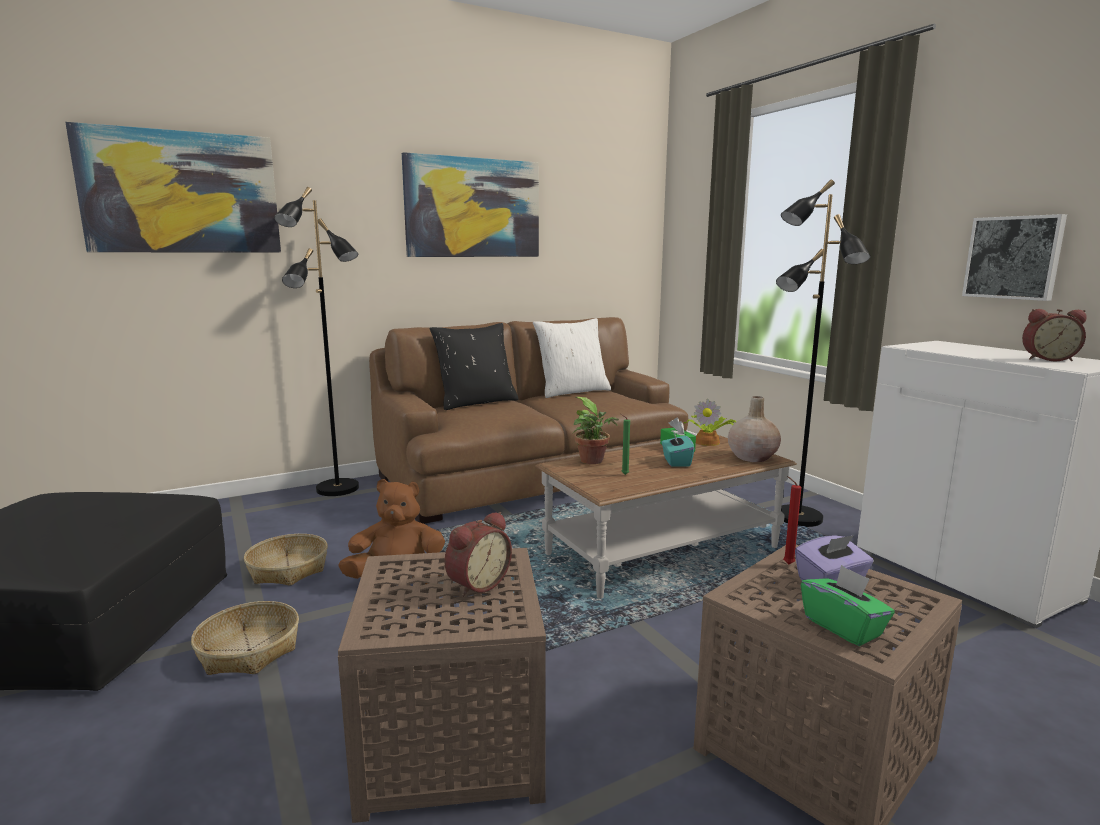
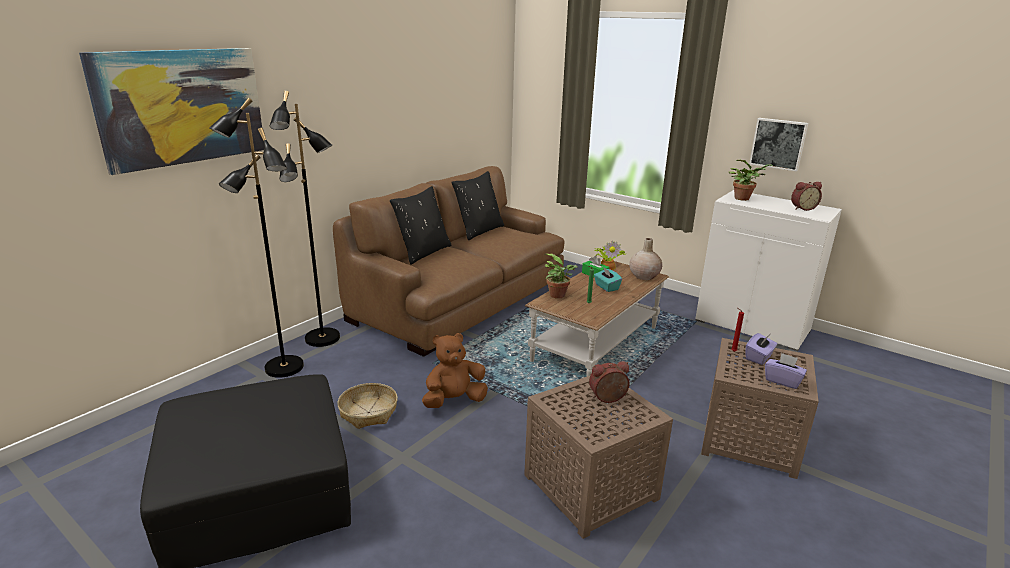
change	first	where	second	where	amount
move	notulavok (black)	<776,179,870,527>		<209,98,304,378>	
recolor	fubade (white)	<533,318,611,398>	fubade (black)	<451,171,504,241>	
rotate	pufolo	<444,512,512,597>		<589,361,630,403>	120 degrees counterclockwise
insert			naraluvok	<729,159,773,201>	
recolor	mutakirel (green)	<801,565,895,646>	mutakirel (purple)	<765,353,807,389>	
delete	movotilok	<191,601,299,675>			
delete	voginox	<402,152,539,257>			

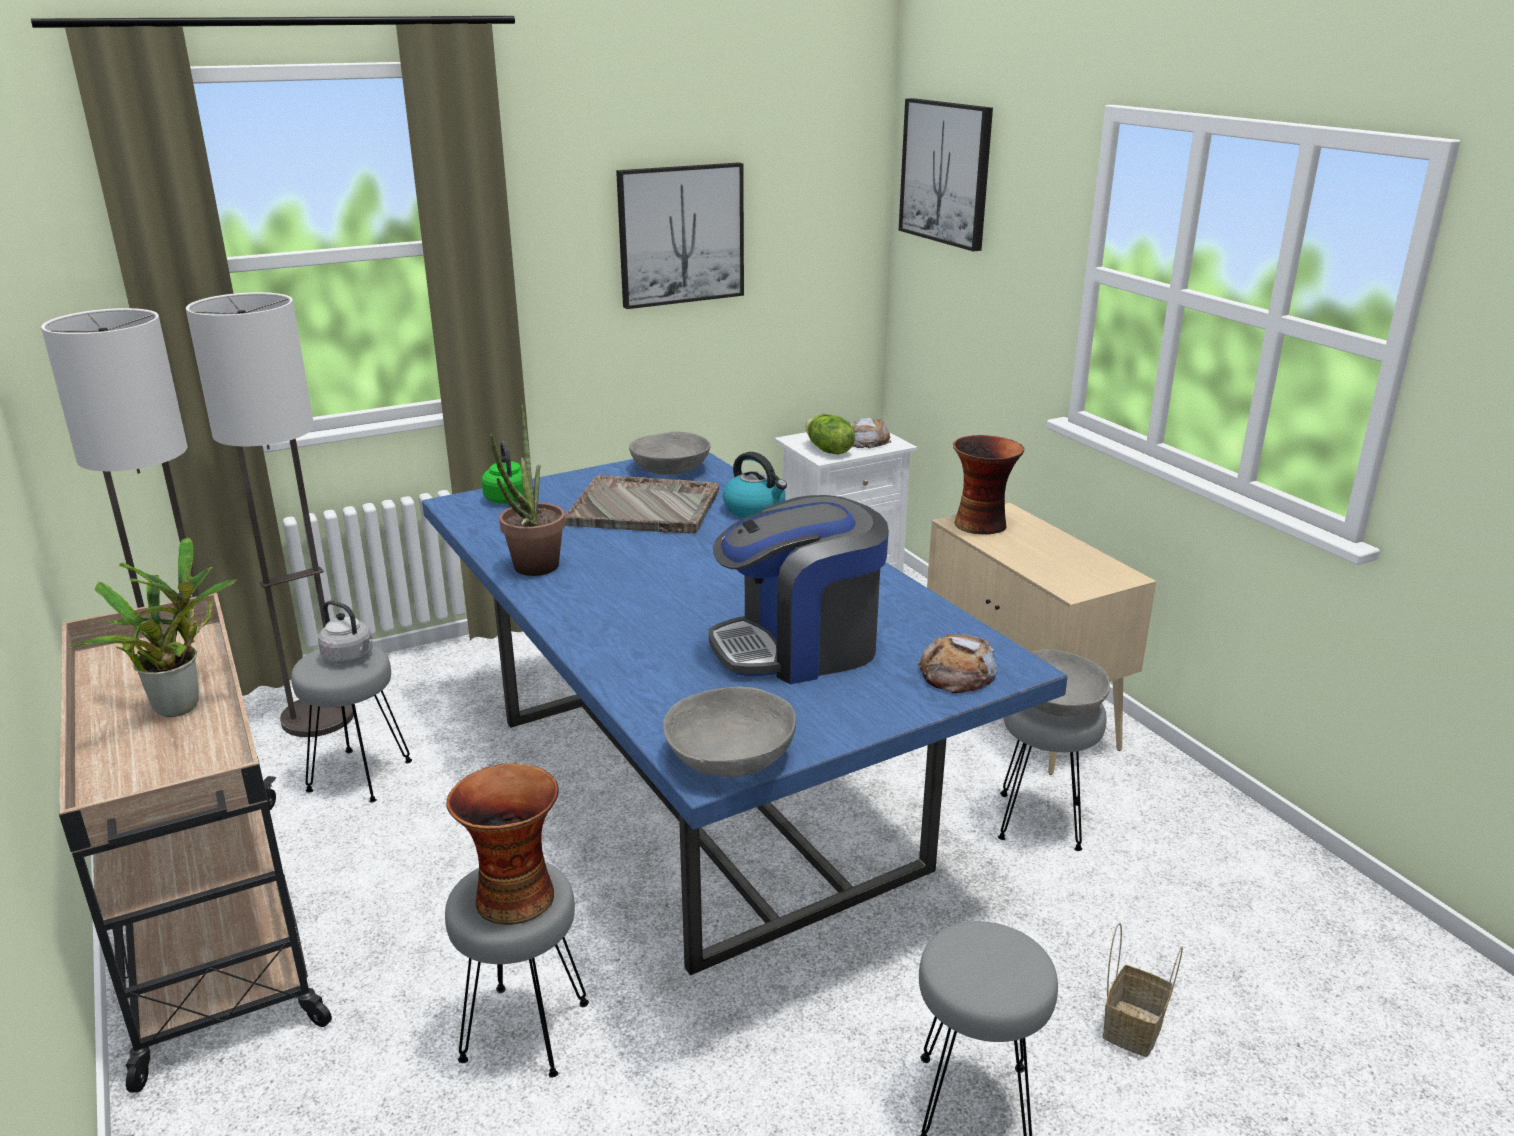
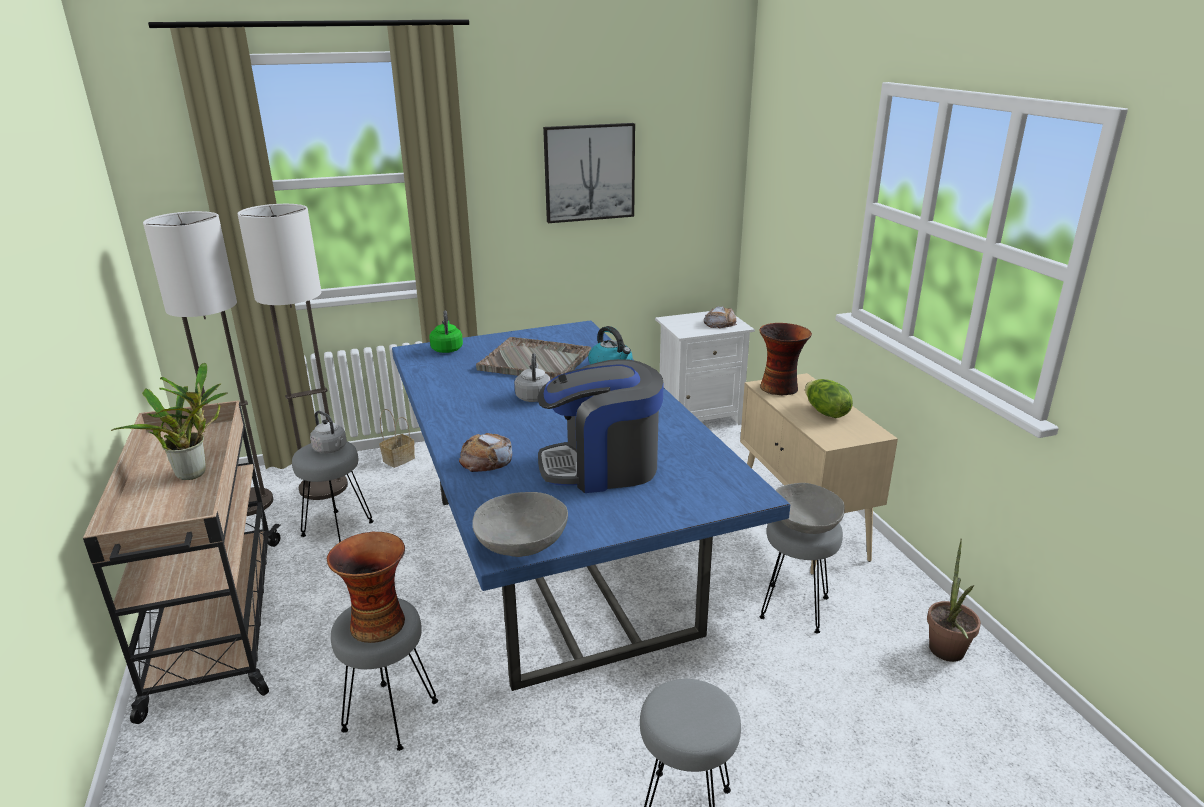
change	first	where	second	where	amount
move	movotilok	<1103,923,1183,1057>		<379,409,415,468>	
move	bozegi	<917,634,998,694>		<459,433,512,472>	
insert			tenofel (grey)	<515,353,551,402>	
move	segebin	<805,414,855,454>		<805,379,853,418>	
move	naraluvok	<490,404,566,576>		<927,539,981,662>	
delete	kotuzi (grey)	<629,432,711,475>			
delete	voginox	<899,98,993,252>			

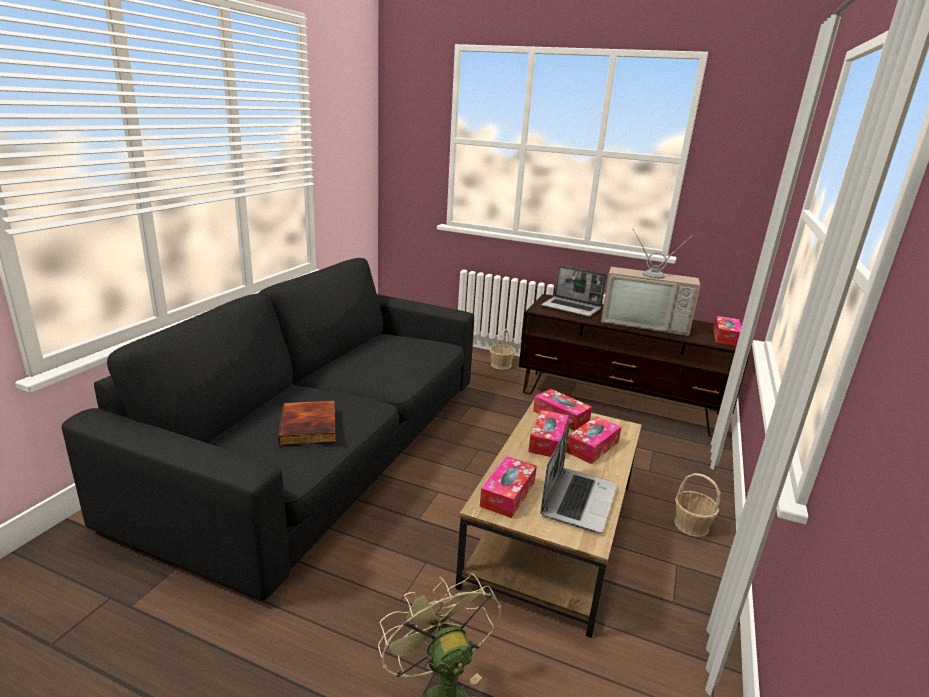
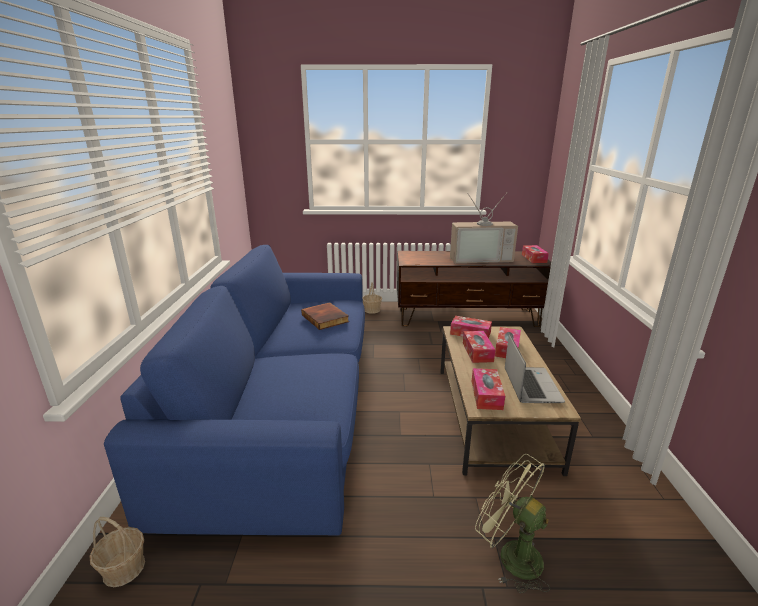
change	first	where	second	where	amount
move	movotilok	<674,473,721,537>		<90,517,145,587>	
recolor	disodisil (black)	<62,258,474,601>	disodisil (blue)	<104,245,365,536>	
move	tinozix	<278,401,335,446>		<301,302,349,330>	
delete	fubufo	<541,265,607,317>			

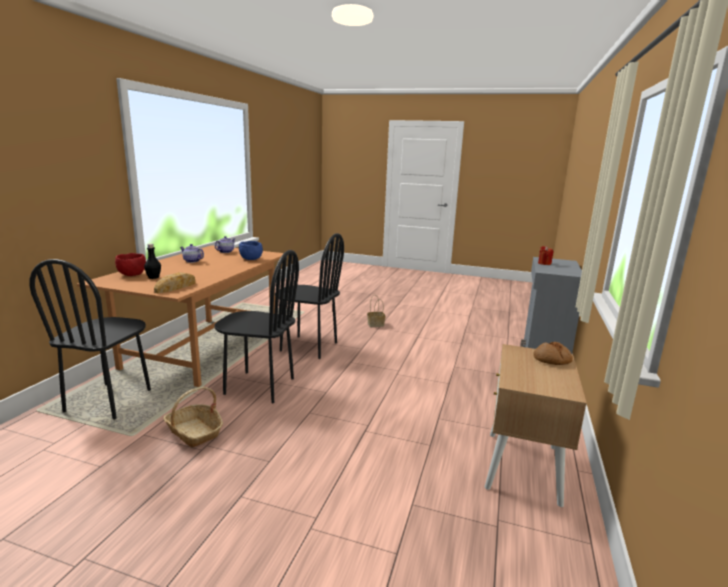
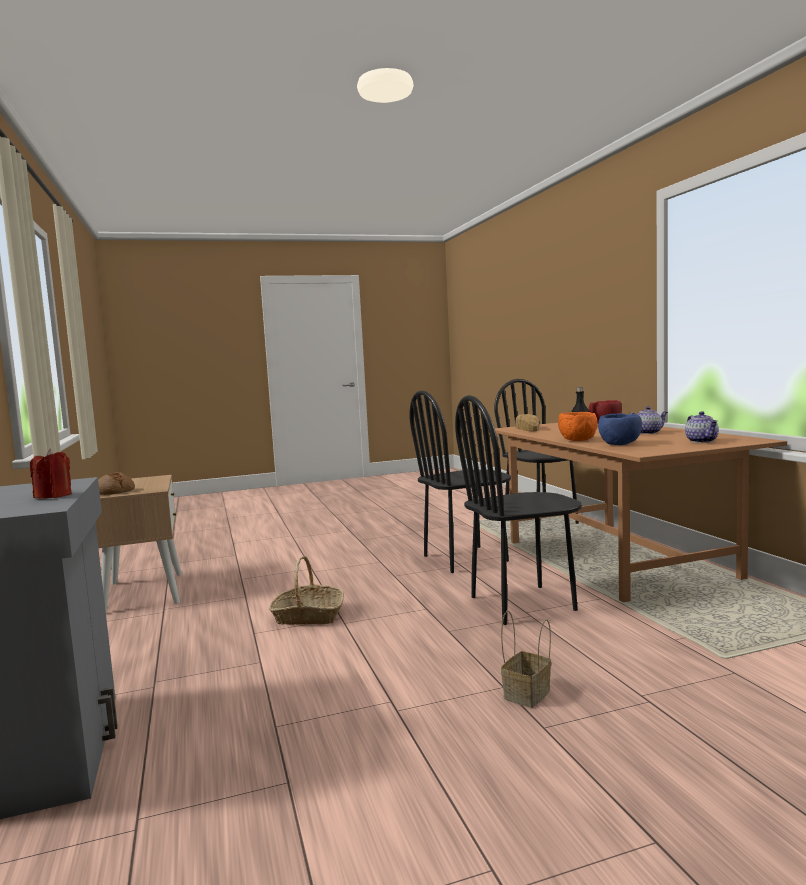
change	first	where	second	where	amount
move	movotilok	<164,387,223,447>		<269,556,344,625>	
insert			kotuzi (orange)	<558,412,598,441>	

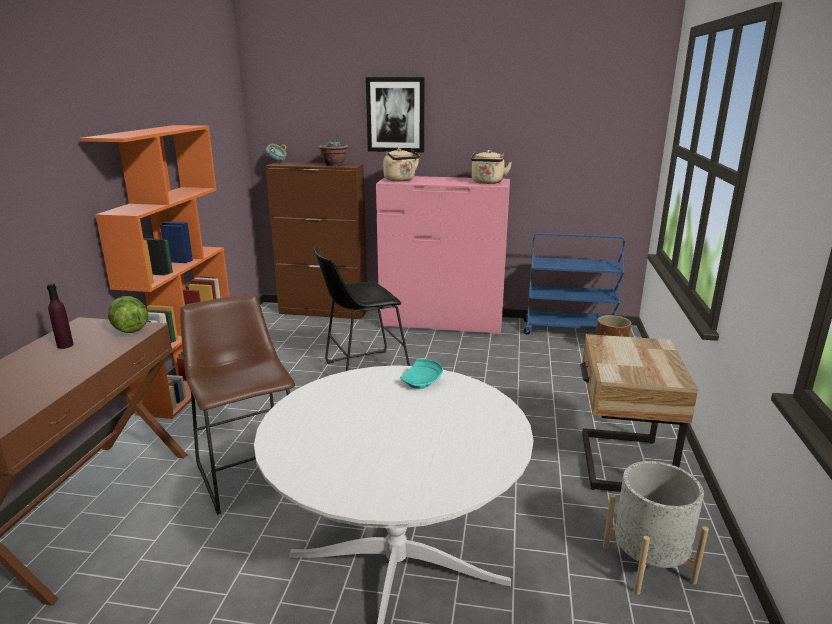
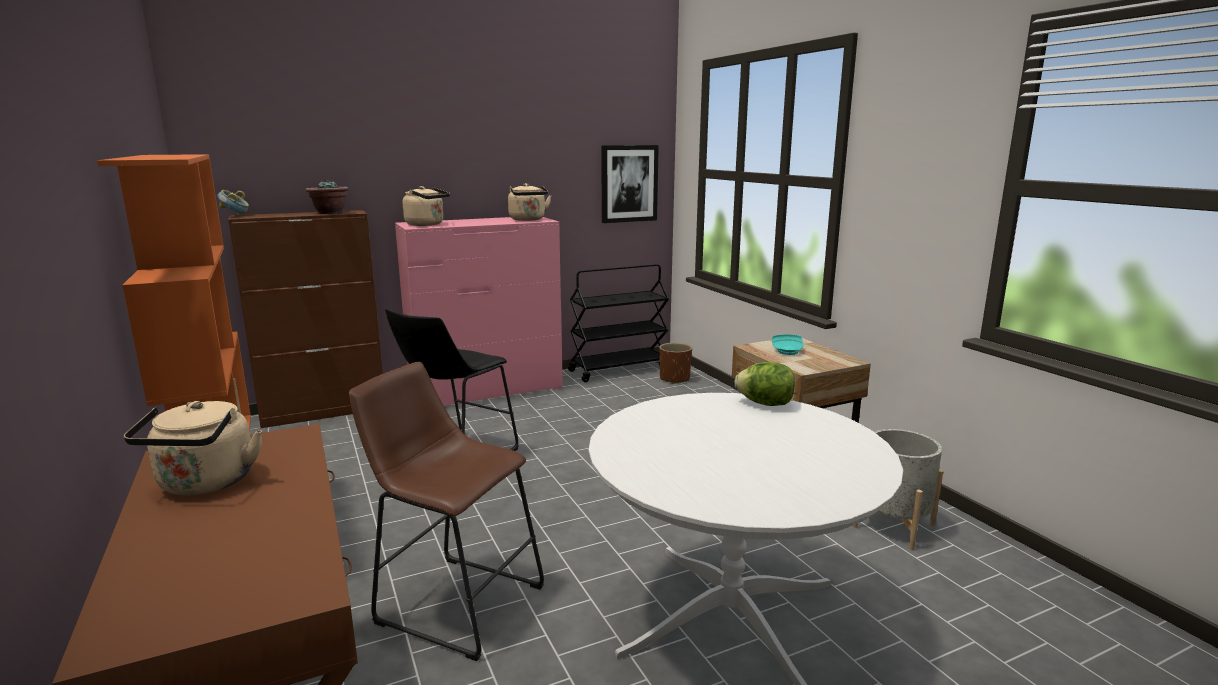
change	first	where	second	where	amount
replace	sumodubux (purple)	<47,283,74,349>	tenofel (beige)	<124,401,263,496>	
recolor	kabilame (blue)	<524,233,625,334>	kabilame (black)	<568,264,669,382>	
move	voginox	<366,77,424,153>		<602,145,659,223>	
move	segebin	<108,296,148,333>		<734,362,795,406>	
move	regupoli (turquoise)	<400,359,443,389>		<772,334,803,355>	

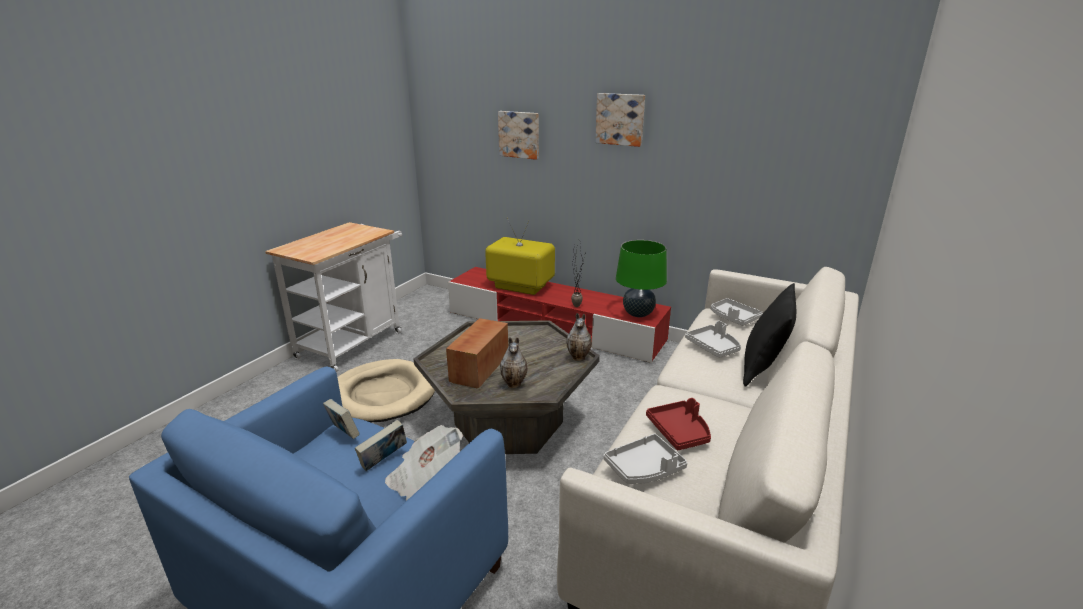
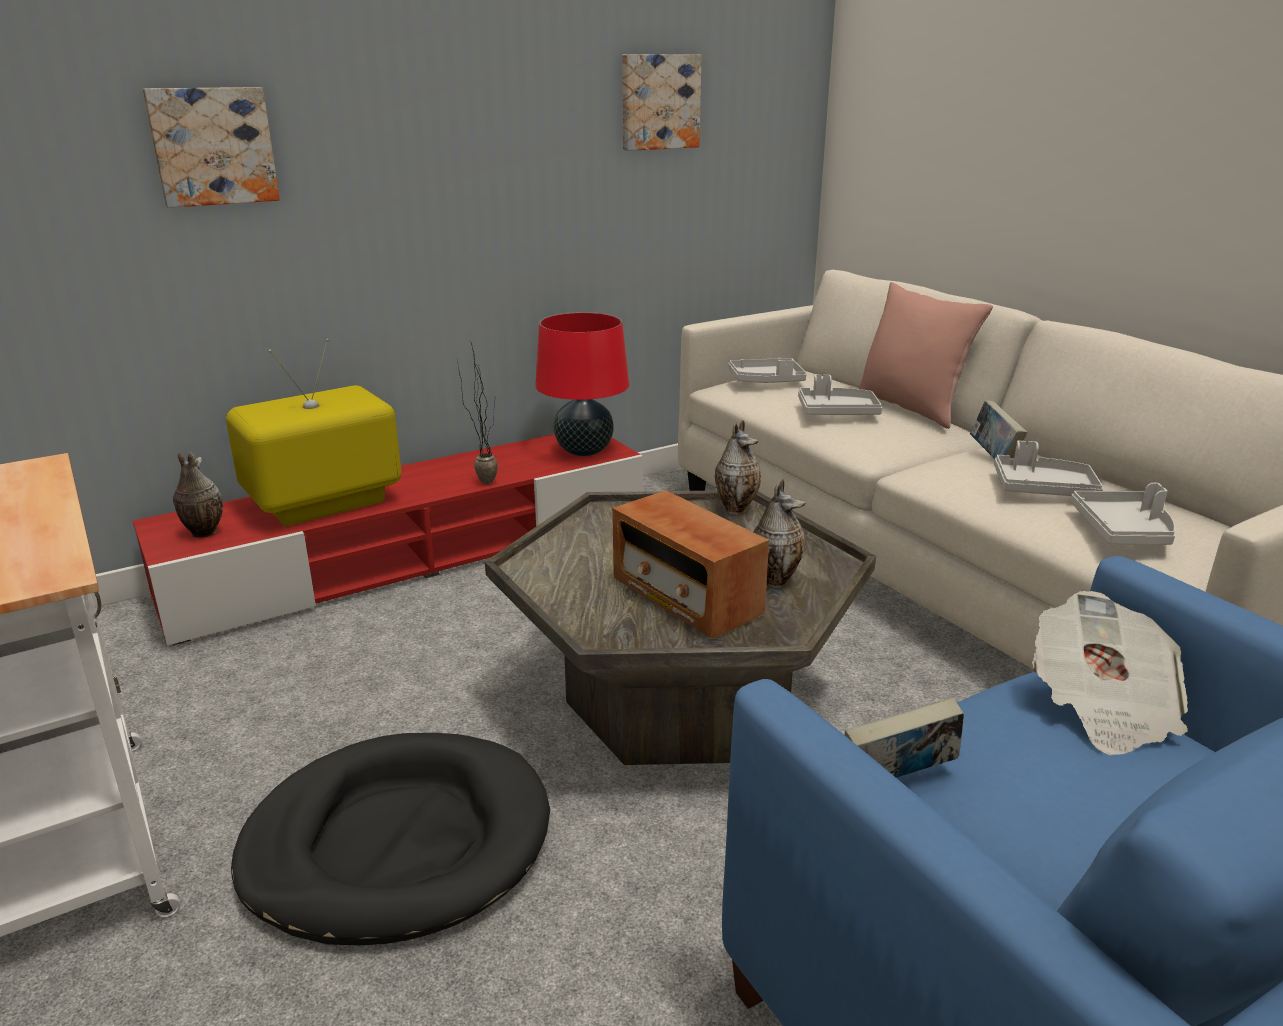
change	first	where	second	where	amount
insert			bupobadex	<173,452,223,538>	
recolor	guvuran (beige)	<337,359,435,422>	guvuran (black)	<231,733,550,945>	
recolor	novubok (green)	<616,240,667,317>	novubok (red)	<535,312,629,456>	
move	voginox	<595,93,645,147>		<622,54,702,151>	
recolor	fubade (black)	<743,283,796,386>	fubade (pink)	<859,282,993,429>	
move	tinozix	<355,420,407,471>		<970,400,1027,459>	
recolor	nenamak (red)	<646,398,711,450>	nenamak (grey)	<994,441,1103,496>	

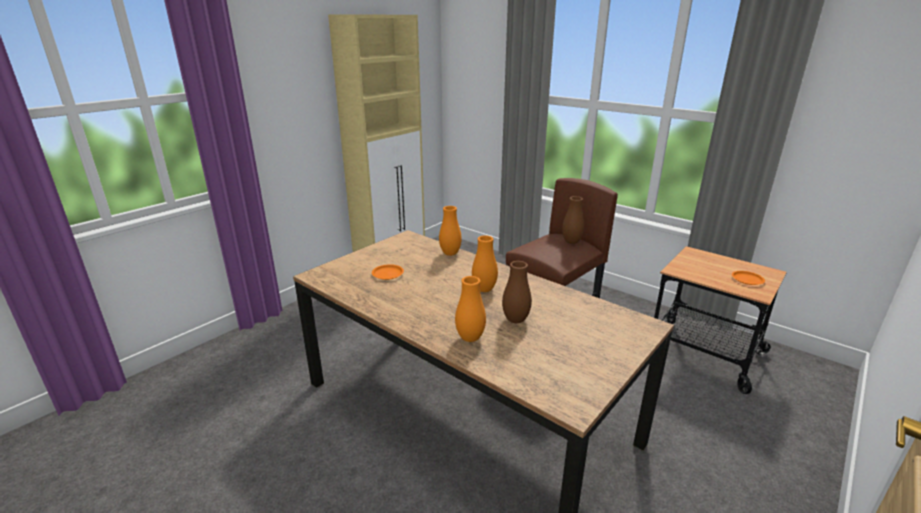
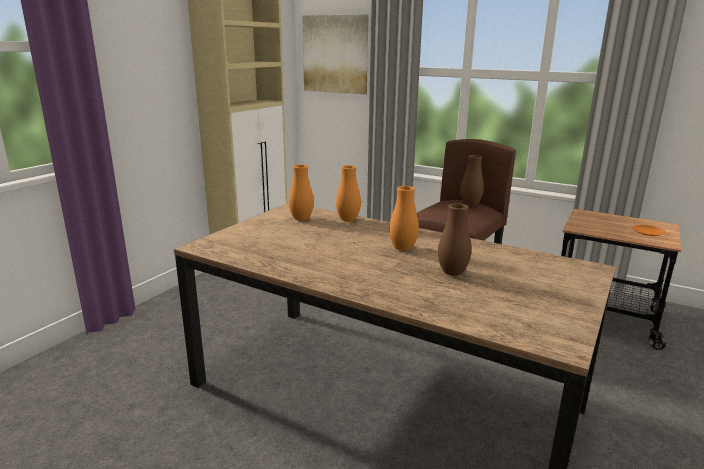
change	first	where	second	where	amount
move	bupobadex (orange)	<455,276,486,342>		<288,164,314,221>	
insert			voginox	<302,14,368,94>	
delete	regupoli (orange)	<372,264,404,280>			

